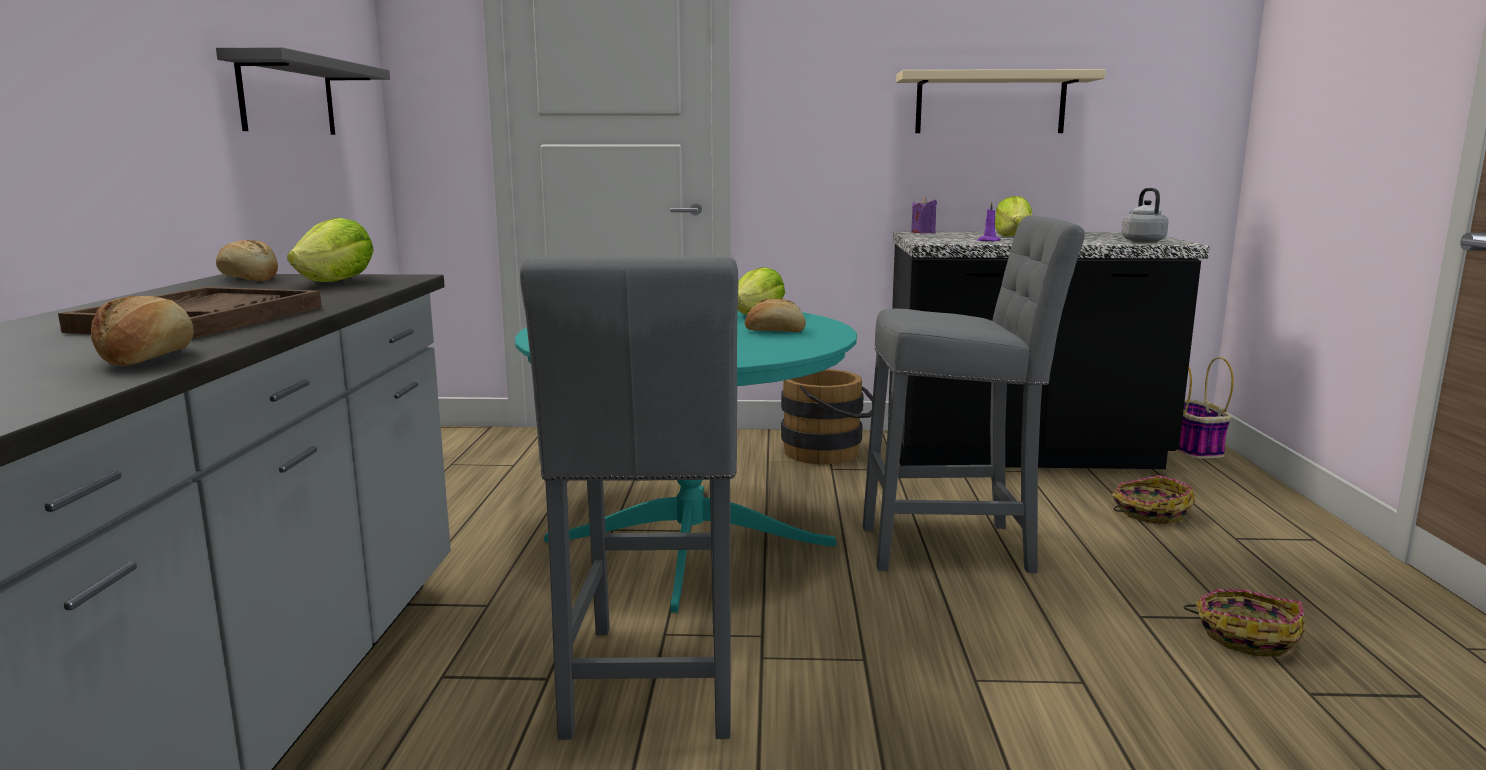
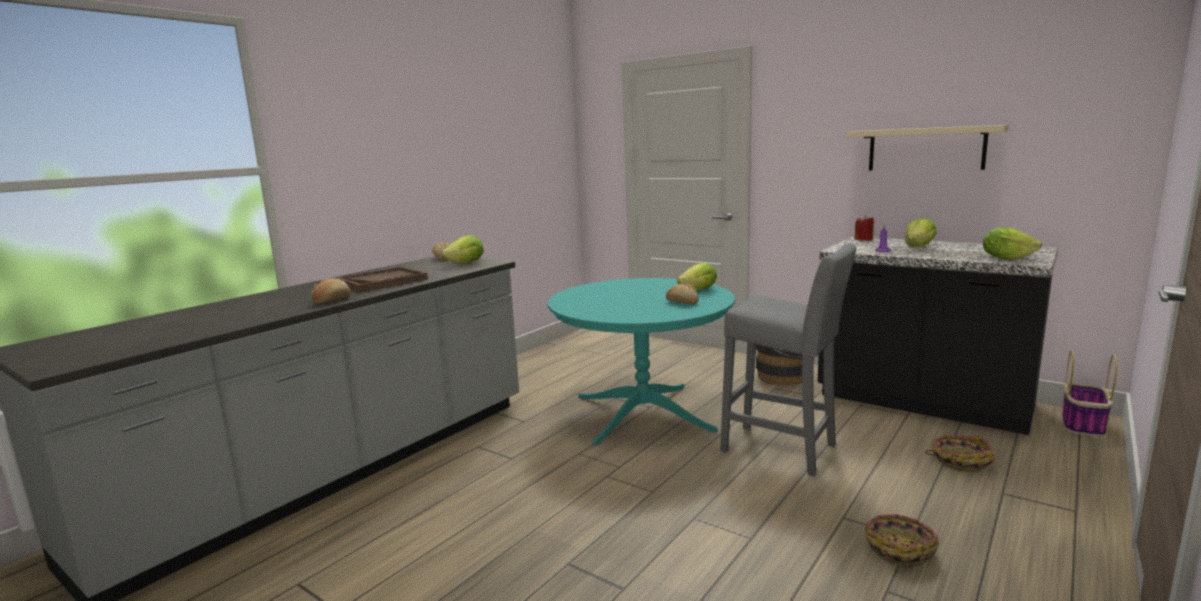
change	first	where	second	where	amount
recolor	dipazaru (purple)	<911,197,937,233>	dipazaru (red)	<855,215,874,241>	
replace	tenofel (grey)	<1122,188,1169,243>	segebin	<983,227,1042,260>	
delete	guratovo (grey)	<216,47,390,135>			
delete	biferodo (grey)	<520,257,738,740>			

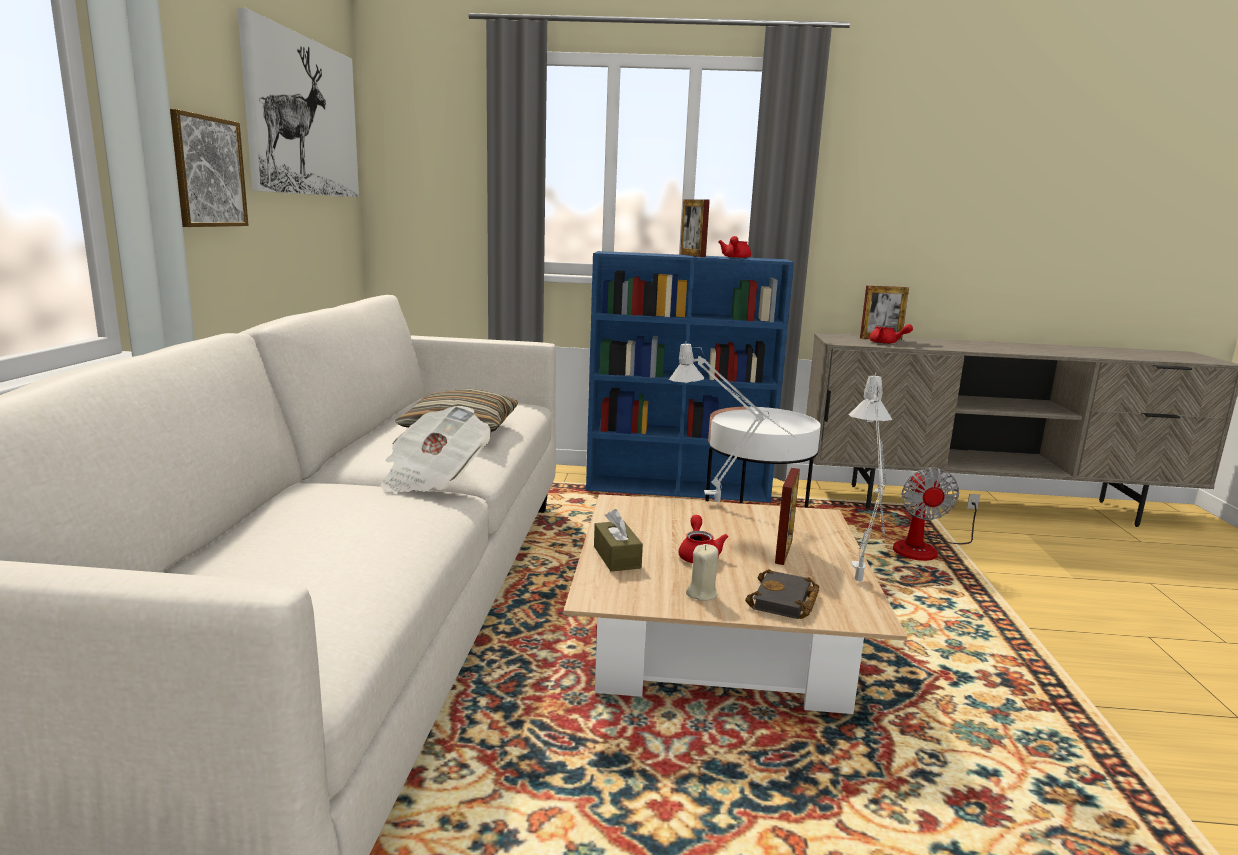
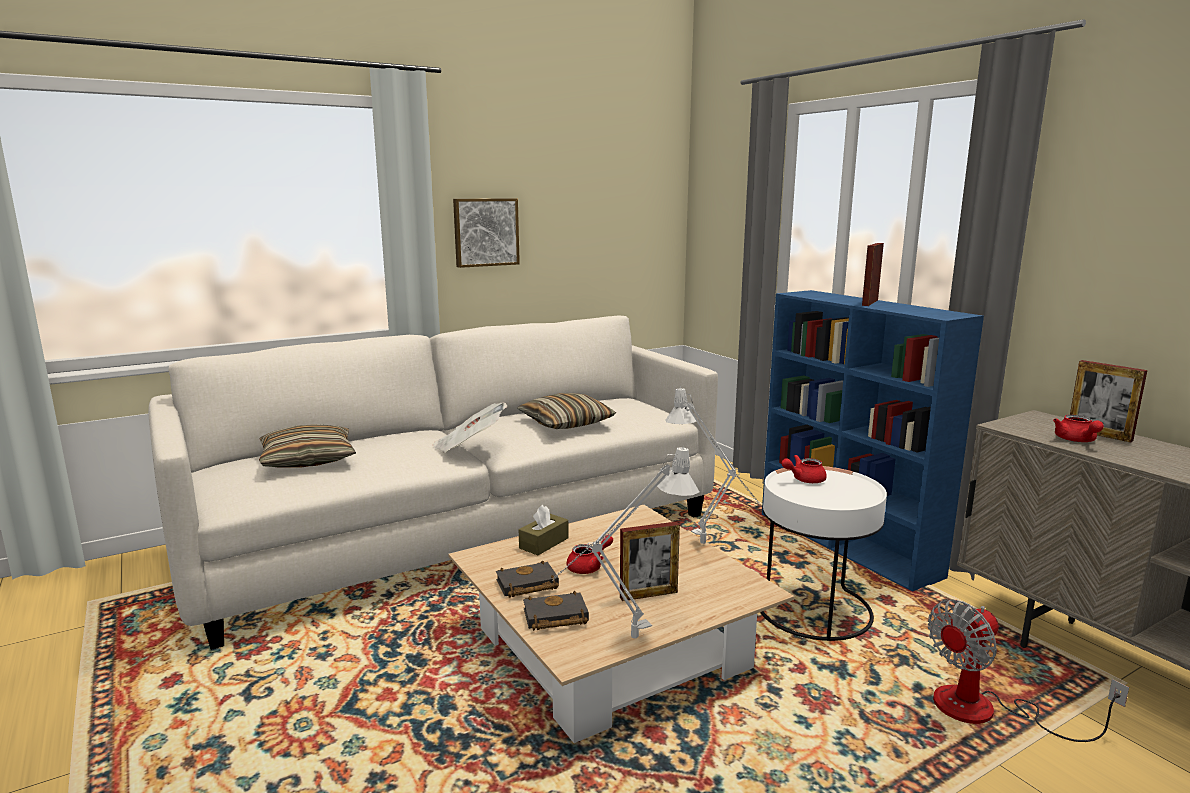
change	first	where	second	where	amount
insert			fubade	<259,424,356,468>	
replace	dipazaru (beige)	<686,544,719,601>	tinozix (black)	<496,560,559,598>	
move	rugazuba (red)	<718,236,751,259>		<781,455,827,483>	
delete	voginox	<237,8,359,197>			

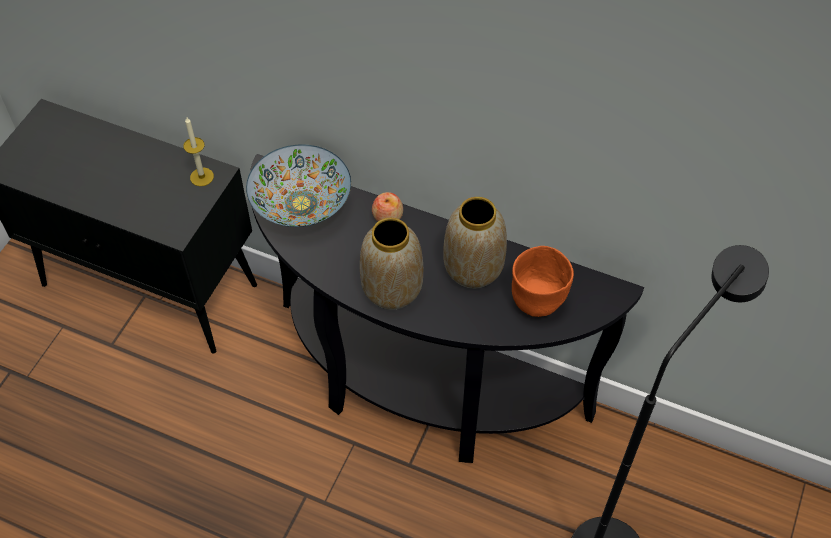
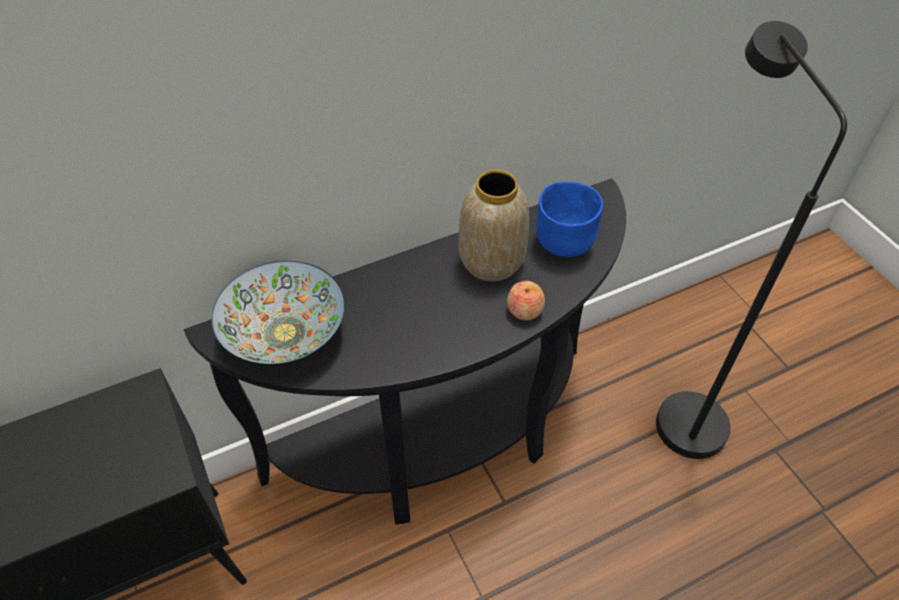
change	first	where	second	where	amount
move	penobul	<372,192,403,222>		<507,281,545,321>	
recolor	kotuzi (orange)	<512,246,574,317>	kotuzi (blue)	<536,181,603,257>	
delete	dipazaru	<184,117,214,186>			
delete	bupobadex	<360,218,423,310>			

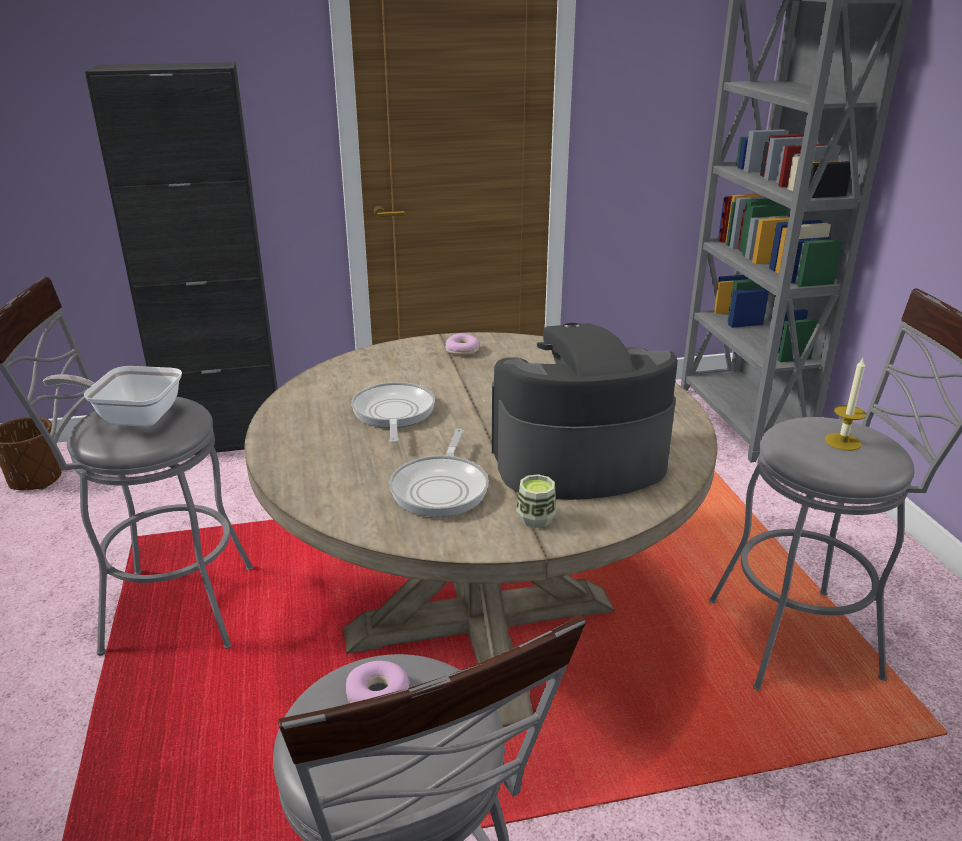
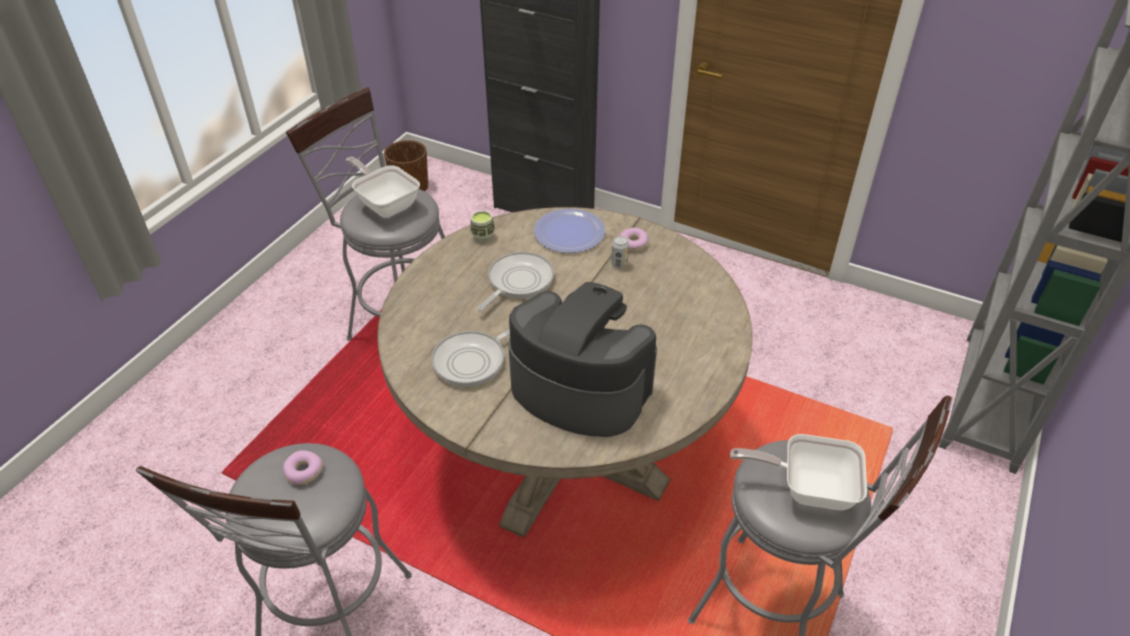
change	first	where	second	where	amount
move	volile	<516,474,556,528>		<470,211,495,242>	
insert			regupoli	<534,209,605,253>	
insert			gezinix	<611,236,629,268>	
replace	dipazaru	<825,358,866,451>	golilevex	<730,434,867,510>	

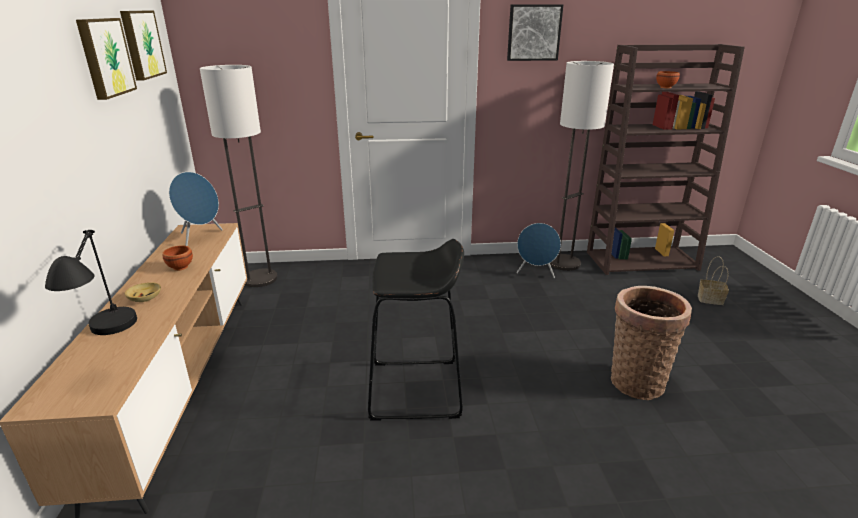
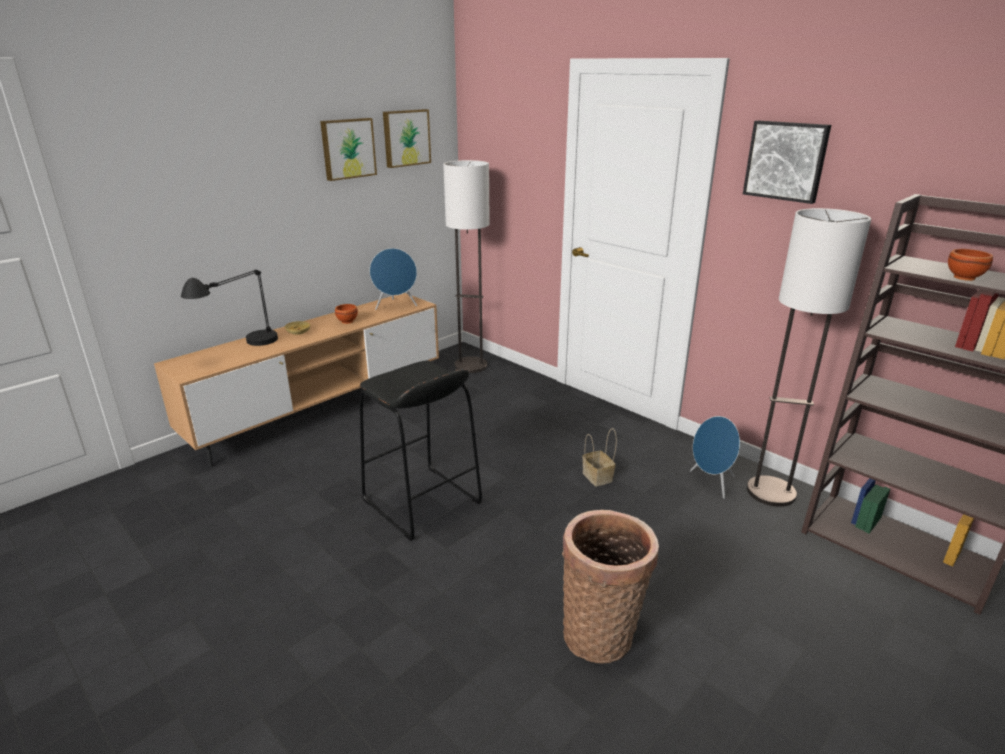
change	first	where	second	where	amount
move	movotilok	<698,256,729,305>		<582,428,617,487>	

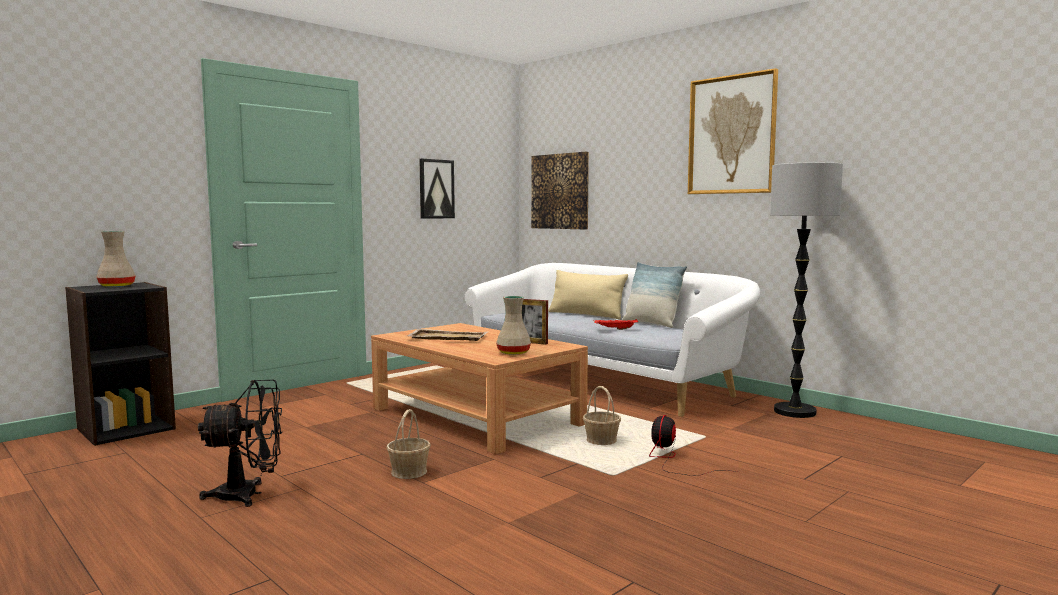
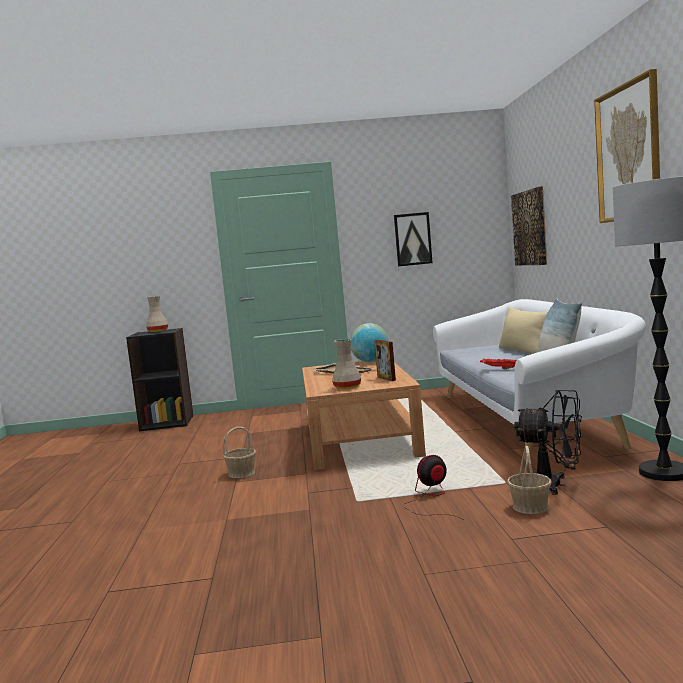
change	first	where	second	where	amount
insert			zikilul	<350,323,389,362>	
move	movotilok	<583,386,621,445>		<507,446,552,514>	
move	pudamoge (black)	<198,380,282,507>		<514,390,582,495>	

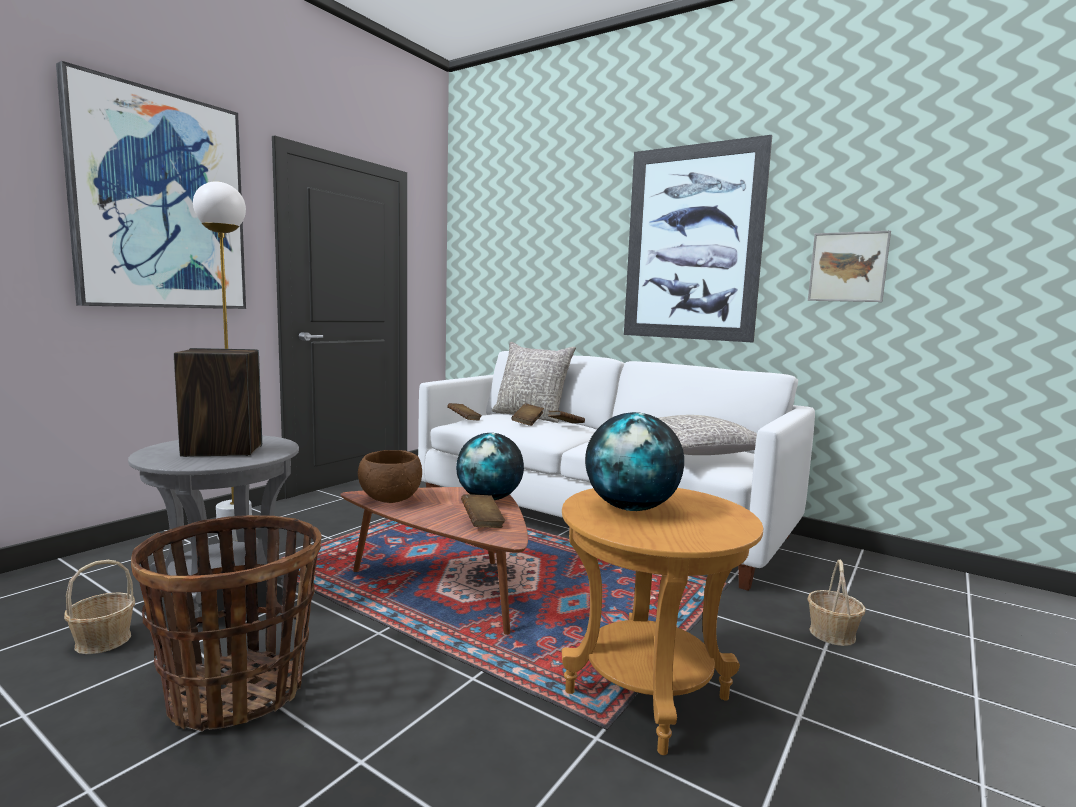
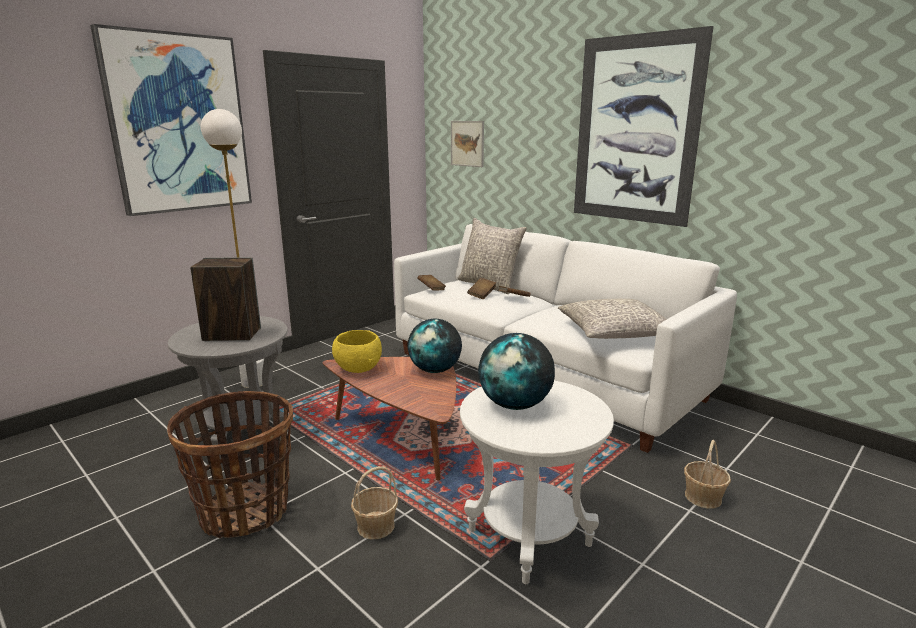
change	first	where	second	where	amount
recolor	kotuzi (brown)	<358,450,422,503>	kotuzi (yellow)	<332,330,382,373>	
move	movotilok	<64,560,135,654>		<351,466,398,540>	
move	voginox	<808,231,891,302>		<451,121,484,167>	
recolor	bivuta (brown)	<562,488,763,755>	bivuta (white)	<460,381,614,584>	
delete	tinozix (brown)	<461,494,505,528>			

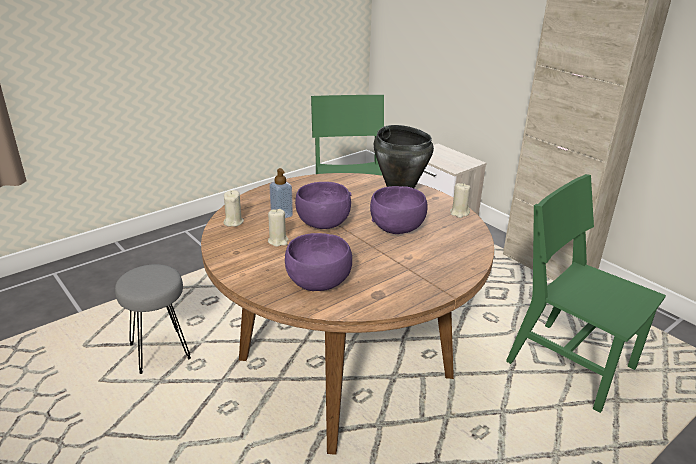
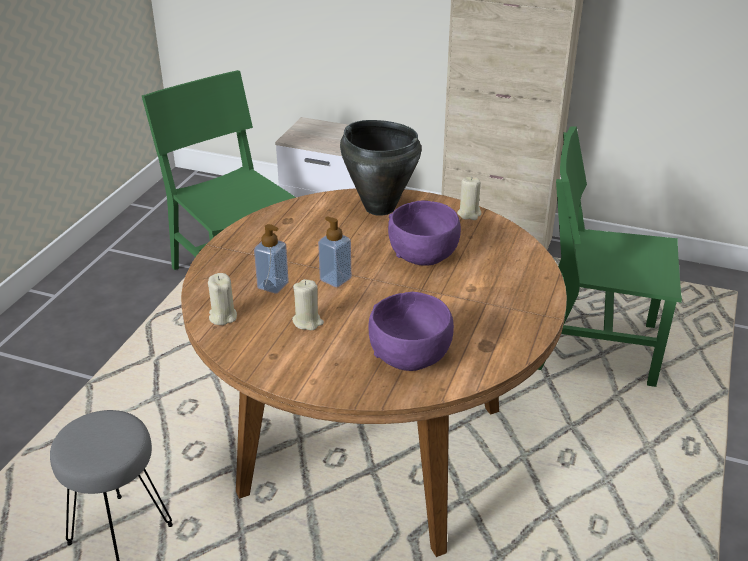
change	first	where	second	where	amount
replace	kotuzi (purple)	<295,182,352,229>	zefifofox	<318,216,351,287>	

